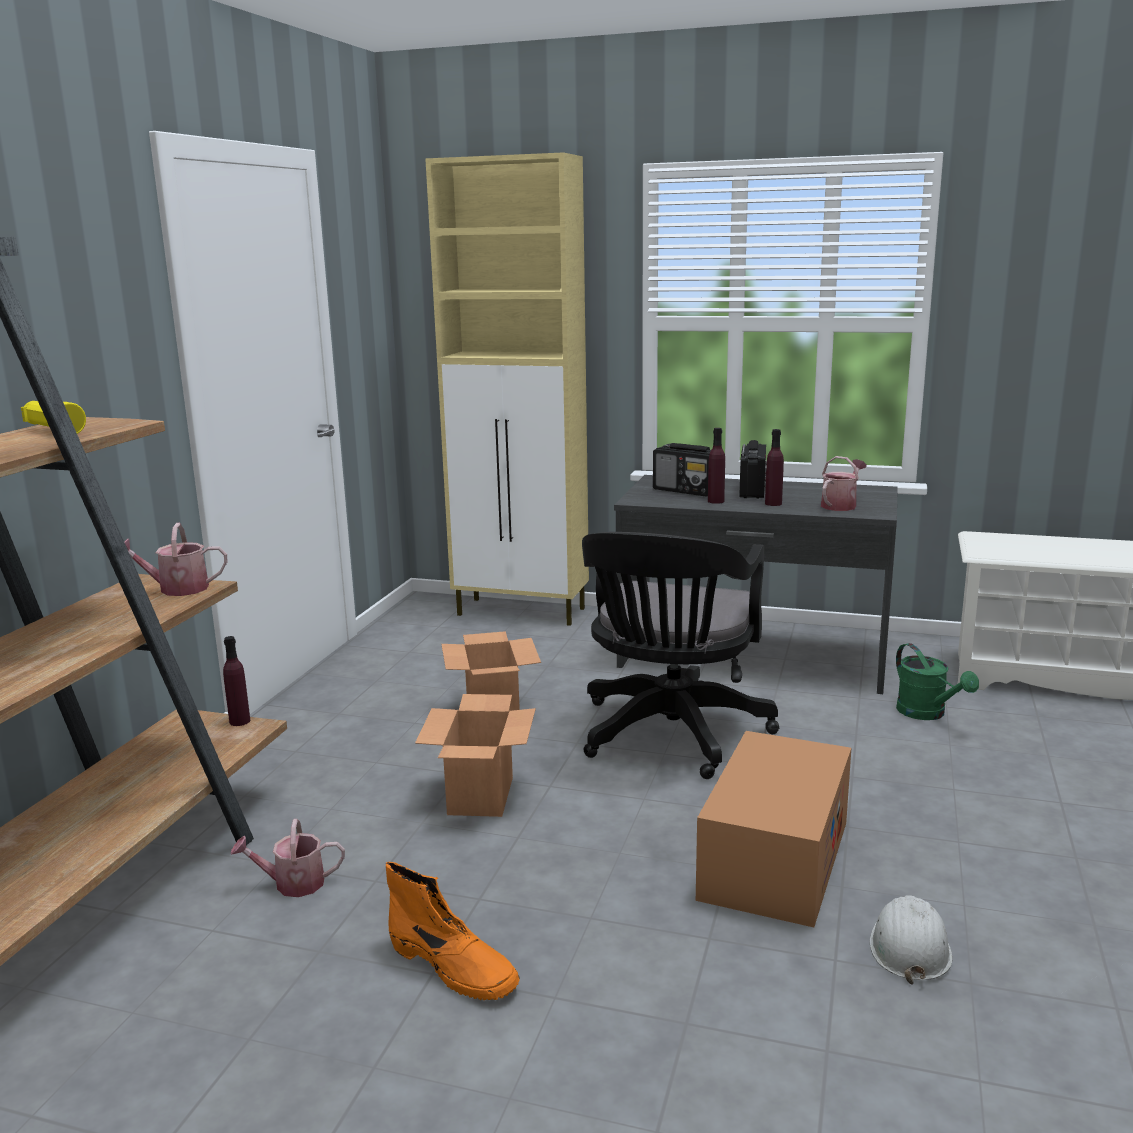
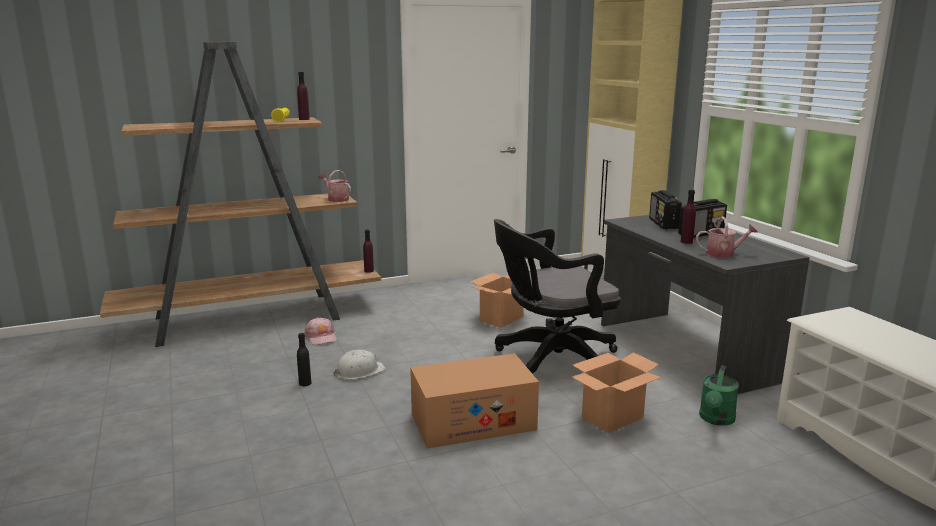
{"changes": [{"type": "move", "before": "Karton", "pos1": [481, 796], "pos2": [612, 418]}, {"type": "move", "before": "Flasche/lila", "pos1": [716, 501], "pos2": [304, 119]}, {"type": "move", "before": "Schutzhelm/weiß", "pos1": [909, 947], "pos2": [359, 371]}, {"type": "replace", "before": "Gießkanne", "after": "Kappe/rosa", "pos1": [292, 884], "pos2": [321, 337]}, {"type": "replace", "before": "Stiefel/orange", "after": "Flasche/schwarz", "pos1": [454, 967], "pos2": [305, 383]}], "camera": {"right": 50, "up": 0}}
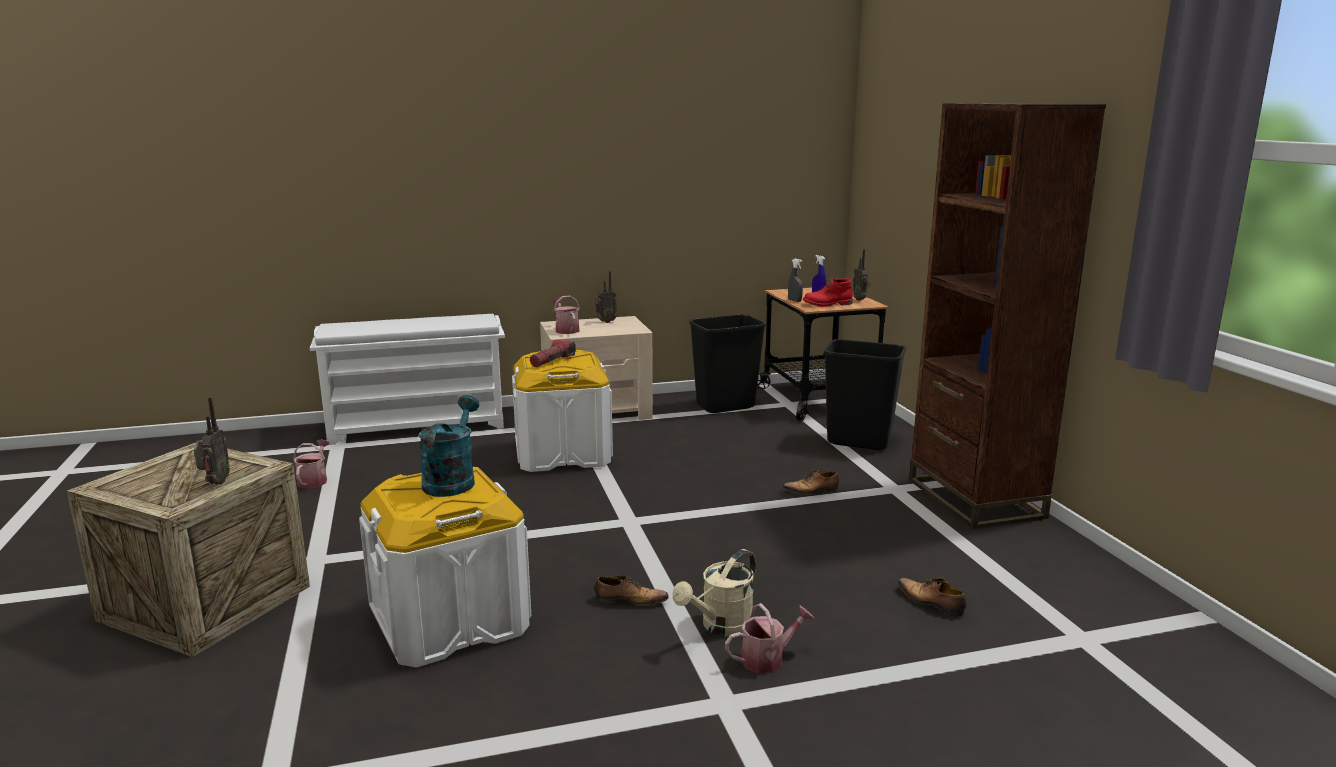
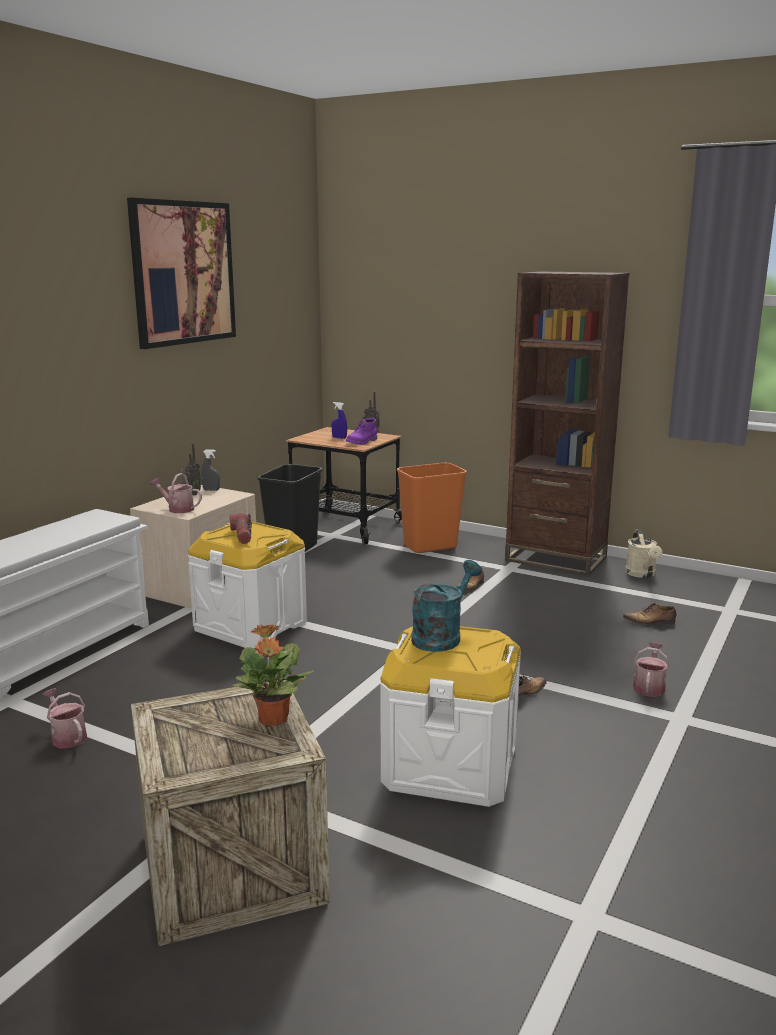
{"changes": [{"type": "insert", "after": "Bild", "pos2": [183, 273]}, {"type": "move", "before": "Gießkanne/beige", "pos1": [721, 626], "pos2": [642, 574]}, {"type": "move", "before": "Sprühflasche/grau", "pos1": [794, 301], "pos2": [211, 490]}, {"type": "replace", "before": "Radio", "after": "Topfpflanze", "pos1": [215, 483], "pos2": [273, 719]}, {"type": "recolor", "before": "Stiefel/rot", "after": "Stiefel/lila", "pos1": [827, 304], "pos2": [362, 442]}, {"type": "recolor", "before": "Mülleimer/schwarz", "after": "Mülleimer/orange", "pos1": [858, 442], "pos2": [430, 547]}, {"type": "rotate", "before": "Gießkanne/türkis", "pos1": [452, 480], "pos2": [441, 636], "turn": 75}], "camera": {"right": -45, "up": 0}}
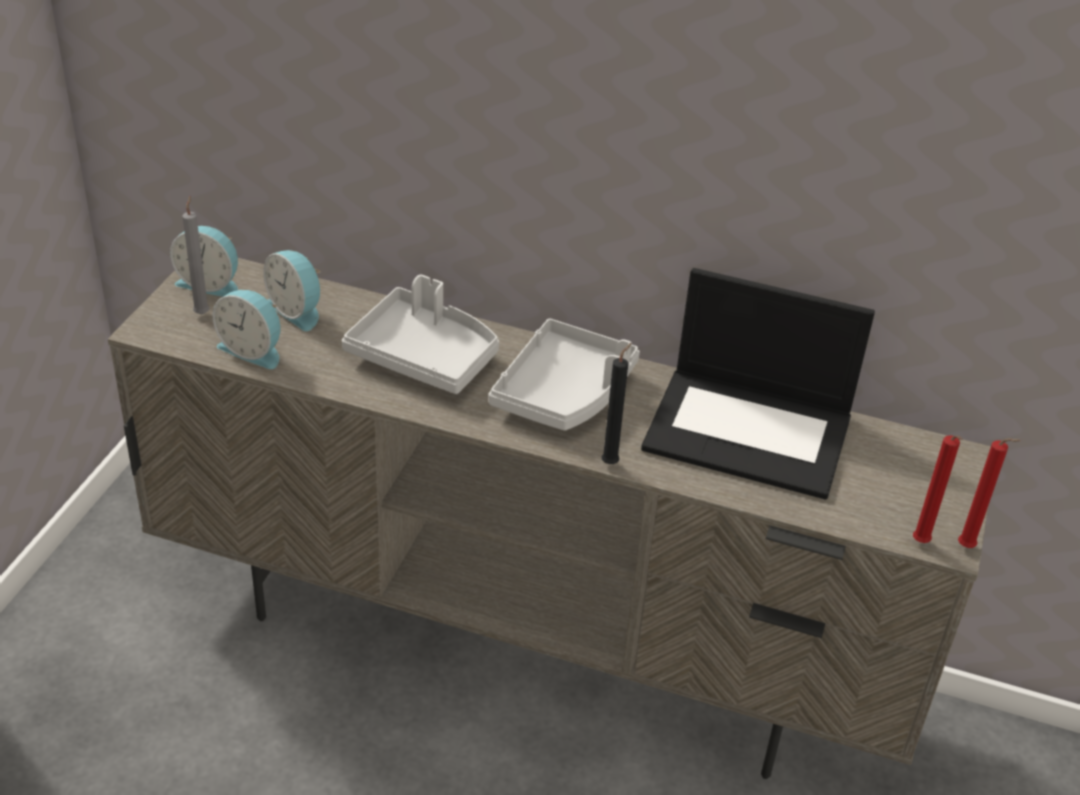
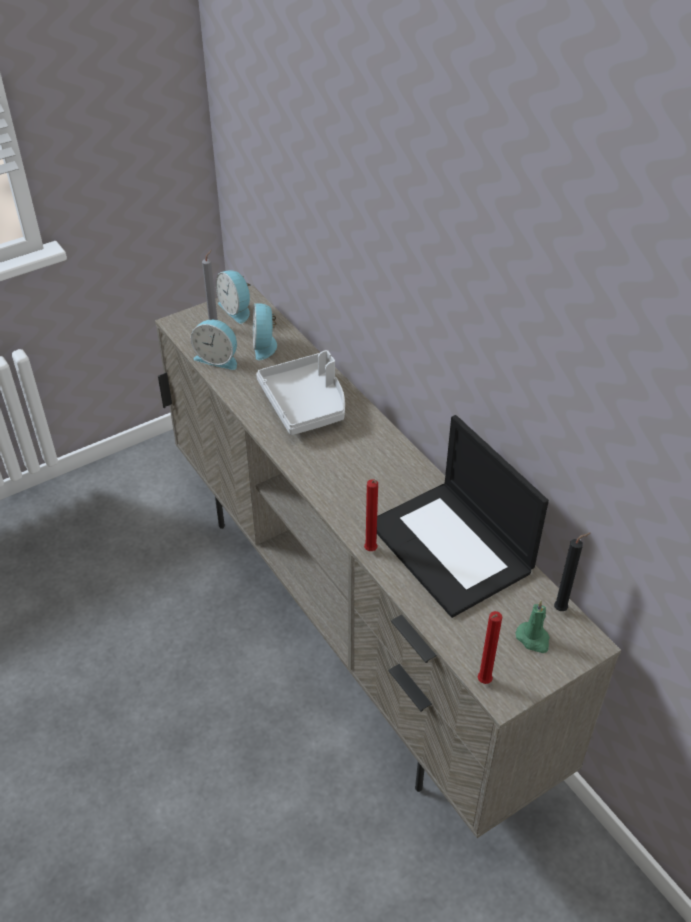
{"changes": [{"type": "delete", "before": "Tablett/grau", "pos1": [564, 392]}, {"type": "insert", "after": "Kerze/grün", "pos2": [533, 639]}, {"type": "move", "before": "Kerze/schwarz", "pos1": [611, 462], "pos2": [562, 609]}, {"type": "move", "before": "Kerze/rot", "pos1": [968, 548], "pos2": [371, 551]}, {"type": "rotate", "before": "Wecker", "pos1": [253, 350], "pos2": [218, 358], "turn": -45}], "camera": {"right": 40, "up": 5}}
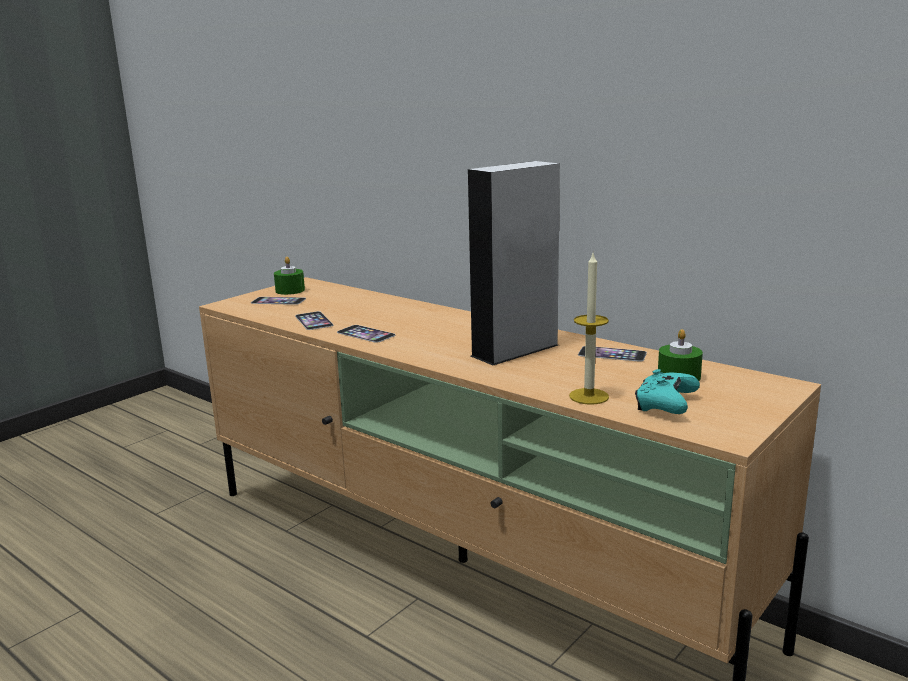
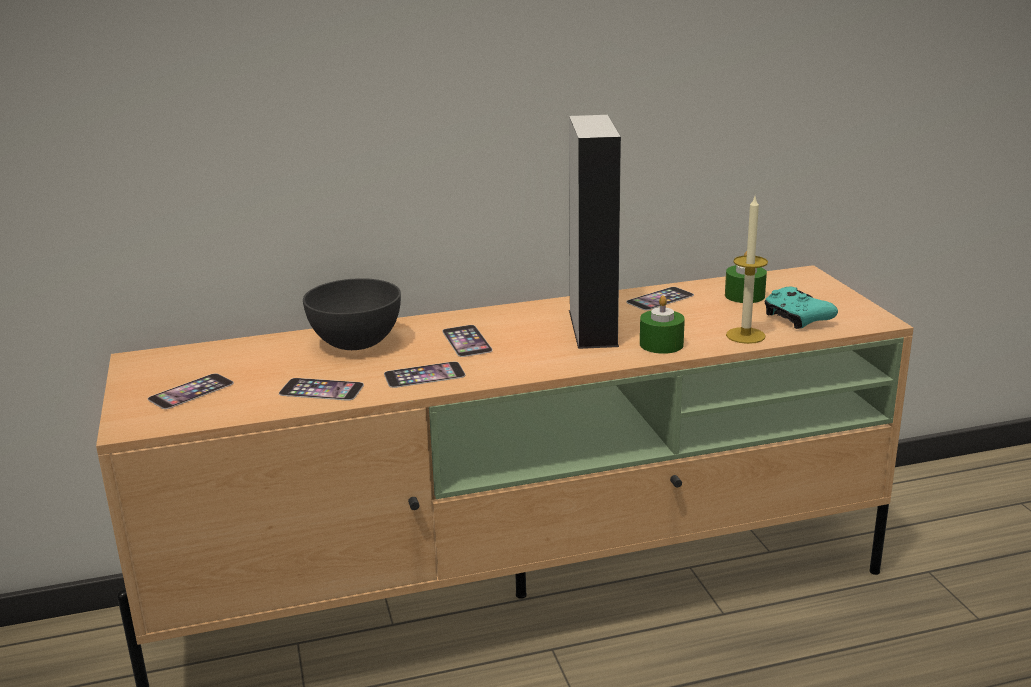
{"changes": [{"type": "insert", "after": "Schüssel/grau", "pos2": [355, 343]}, {"type": "insert", "after": "Handy", "pos2": [466, 341]}, {"type": "move", "before": "Kerze/grün", "pos1": [290, 290], "pos2": [661, 344]}], "camera": {"right": -55, "up": 5}}
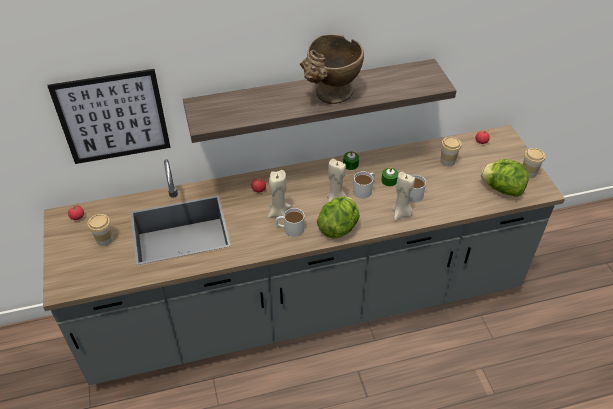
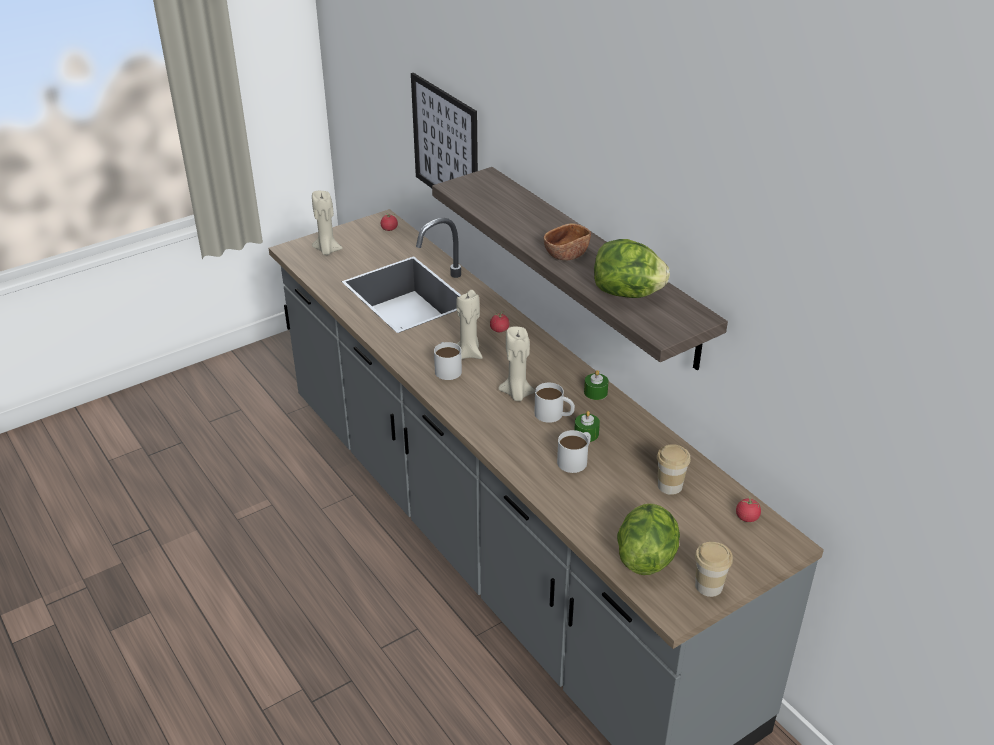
{"changes": [{"type": "delete", "before": "Tasse", "pos1": [104, 239]}, {"type": "move", "before": "Salatkopf", "pos1": [338, 227], "pos2": [627, 294]}, {"type": "move", "before": "Kerze/beige", "pos1": [401, 214], "pos2": [327, 250]}, {"type": "replace", "before": "Vase/beige", "after": "Schüssel/braun", "pos1": [331, 96], "pos2": [566, 254]}], "camera": {"right": 70, "up": -10}}
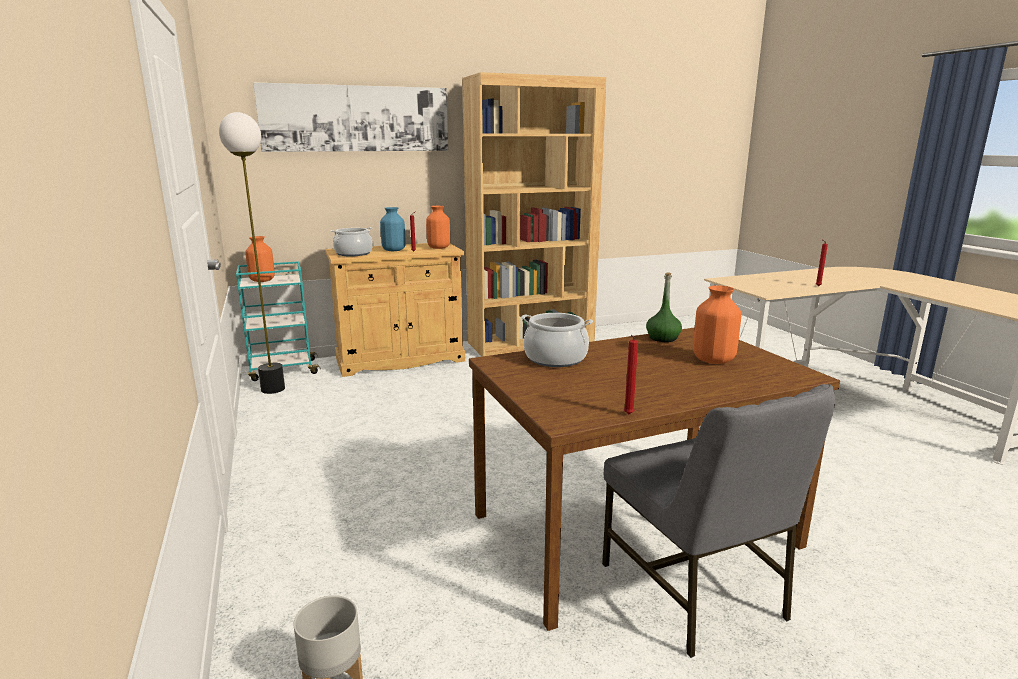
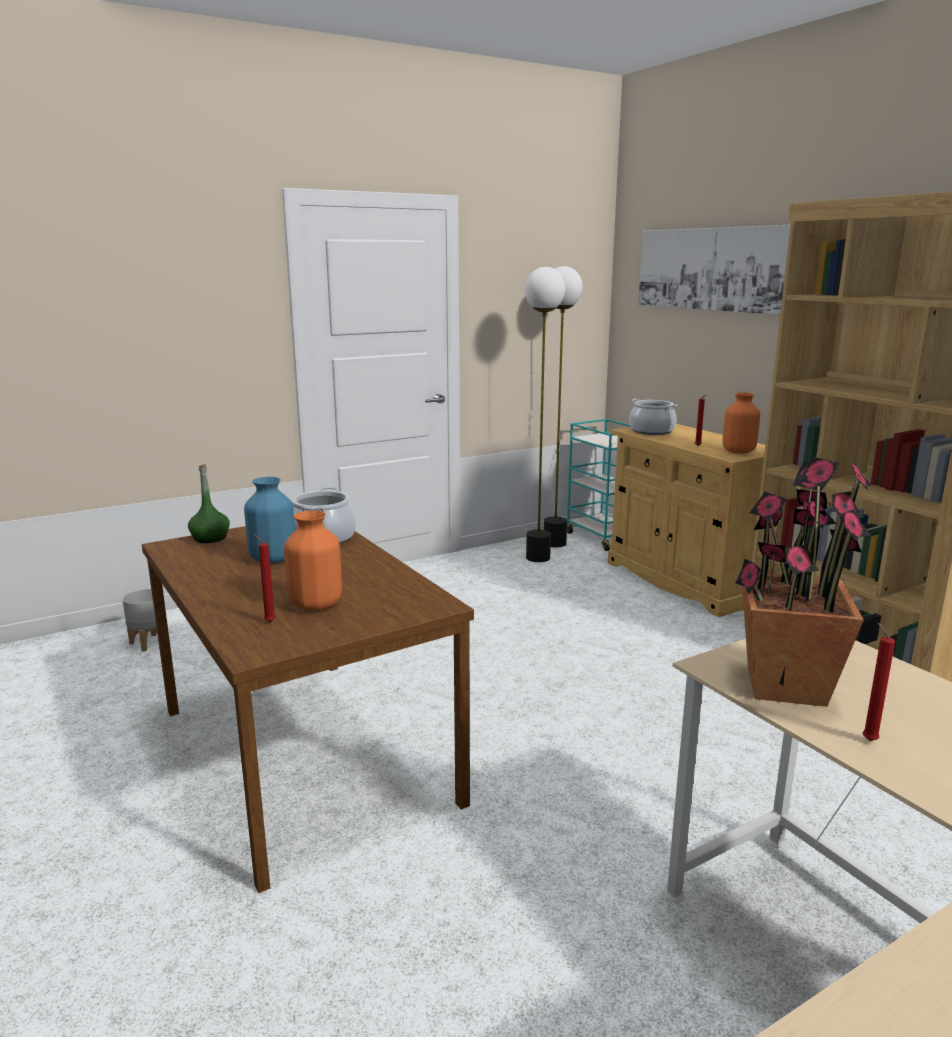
{"changes": [{"type": "delete", "before": "Vase/orange", "pos1": [262, 280]}, {"type": "delete", "before": "Stuhl/grau", "pos1": [694, 591]}, {"type": "insert", "after": "Stehlampe", "pos2": [537, 557]}, {"type": "insert", "after": "Topfpflanze", "pos2": [784, 685]}, {"type": "move", "before": "Vase/blau", "pos1": [394, 250], "pos2": [273, 559]}, {"type": "move", "before": "Kerze/rot", "pos1": [628, 415], "pos2": [268, 622]}, {"type": "move", "before": "Flasche/grün", "pos1": [663, 338], "pos2": [210, 538]}], "camera": {"right": 80, "up": 0}}
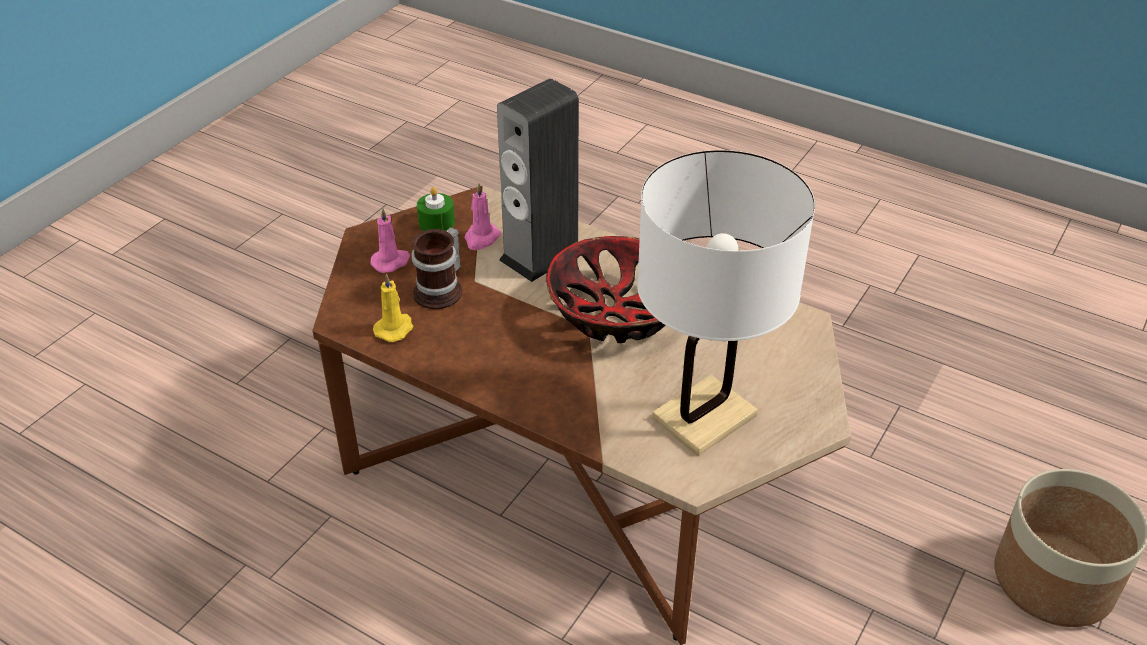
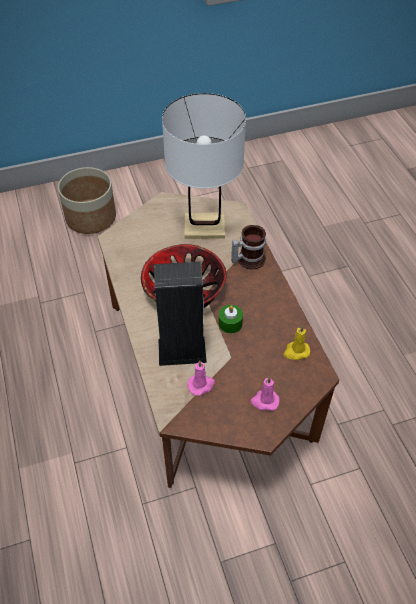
{"changes": [{"type": "move", "before": "Henkelbecher", "pos1": [442, 291], "pos2": [248, 259]}, {"type": "move", "before": "Kerze/grün", "pos1": [436, 223], "pos2": [230, 323]}], "camera": {"right": -140, "up": 10}}
